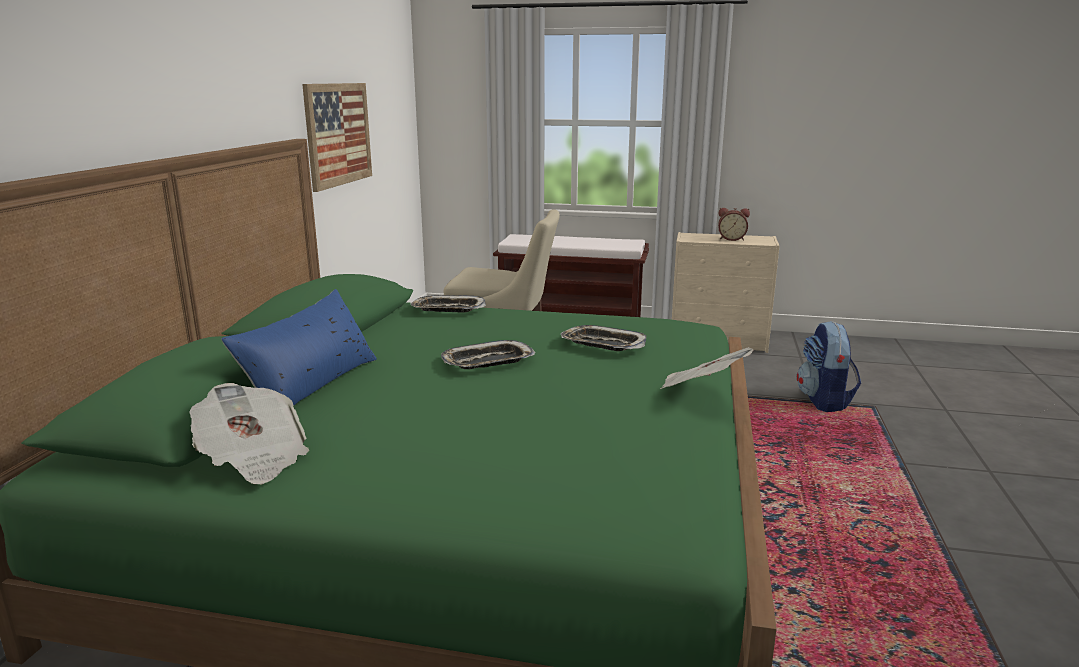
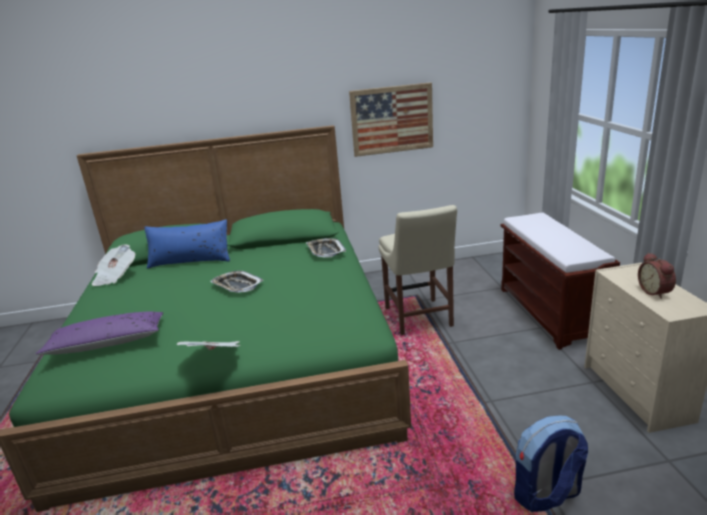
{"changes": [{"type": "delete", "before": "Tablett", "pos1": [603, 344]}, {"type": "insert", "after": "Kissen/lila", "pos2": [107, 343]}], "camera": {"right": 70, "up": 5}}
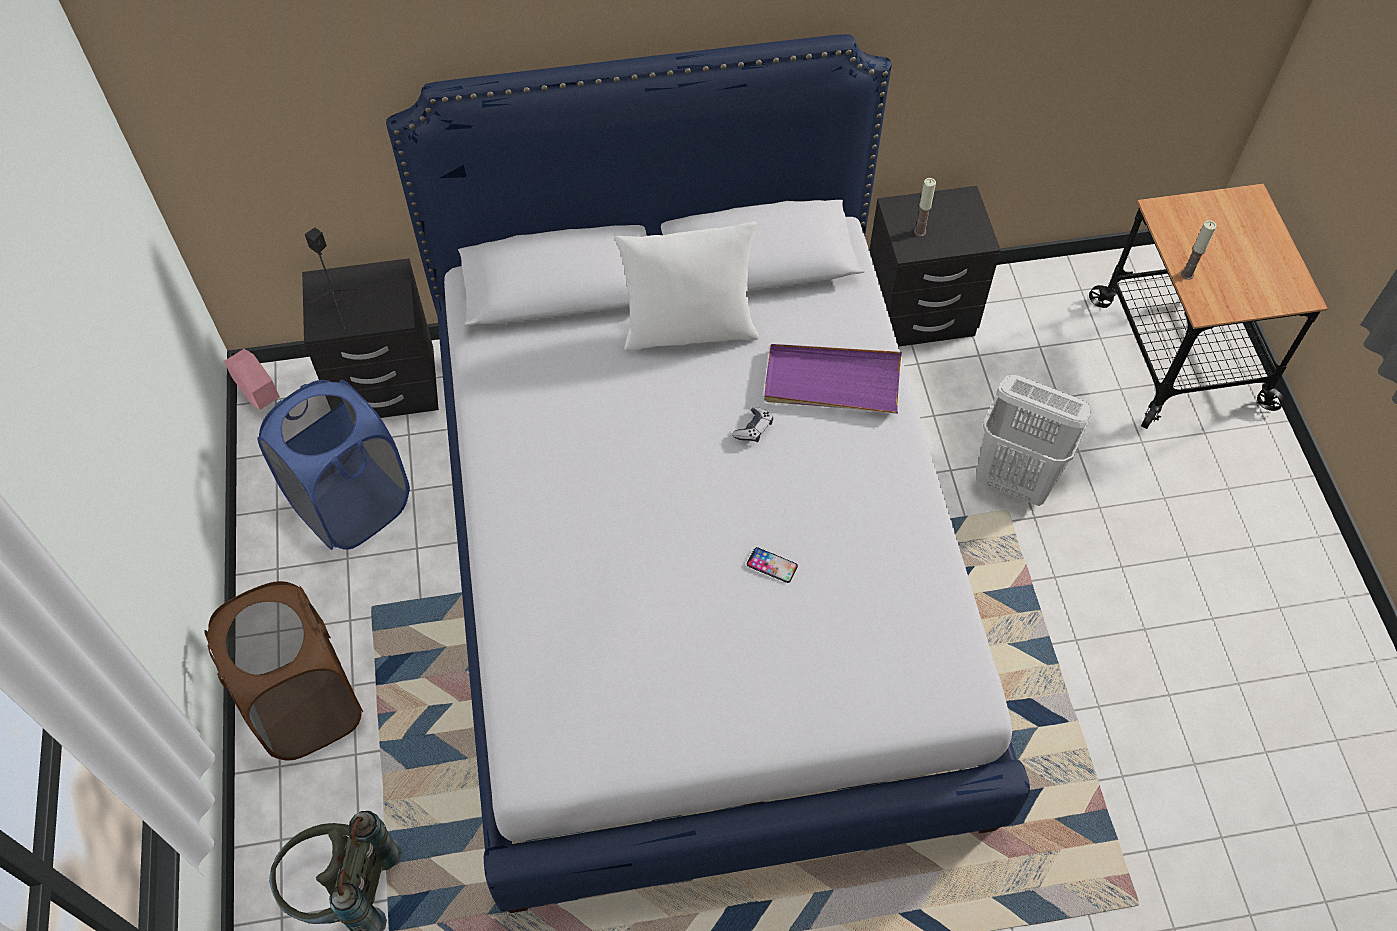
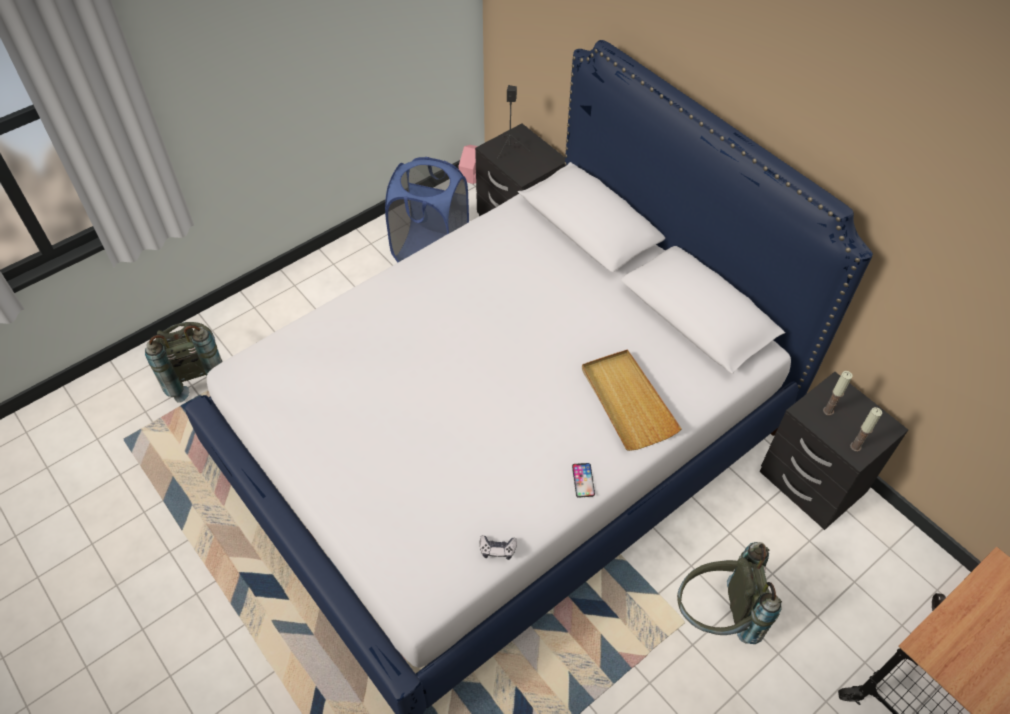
{"changes": [{"type": "delete", "before": "Wäschekorb/braun", "pos1": [306, 704]}, {"type": "delete", "before": "Kissen/weiß", "pos1": [689, 329]}, {"type": "move", "before": "Gamepad", "pos1": [753, 429], "pos2": [497, 549]}, {"type": "move", "before": "Handy", "pos1": [772, 565], "pos2": [583, 480]}, {"type": "move", "before": "Kerze", "pos1": [1187, 274], "pos2": [855, 446]}, {"type": "replace", "before": "Wäschekorb/weiß", "after": "Rucksack/grau", "pos1": [1015, 480], "pos2": [716, 616]}, {"type": "recolor", "before": "Tablett/lila", "after": "Tablett/beige", "pos1": [832, 382], "pos2": [627, 401]}], "camera": {"right": 60, "up": -5}}
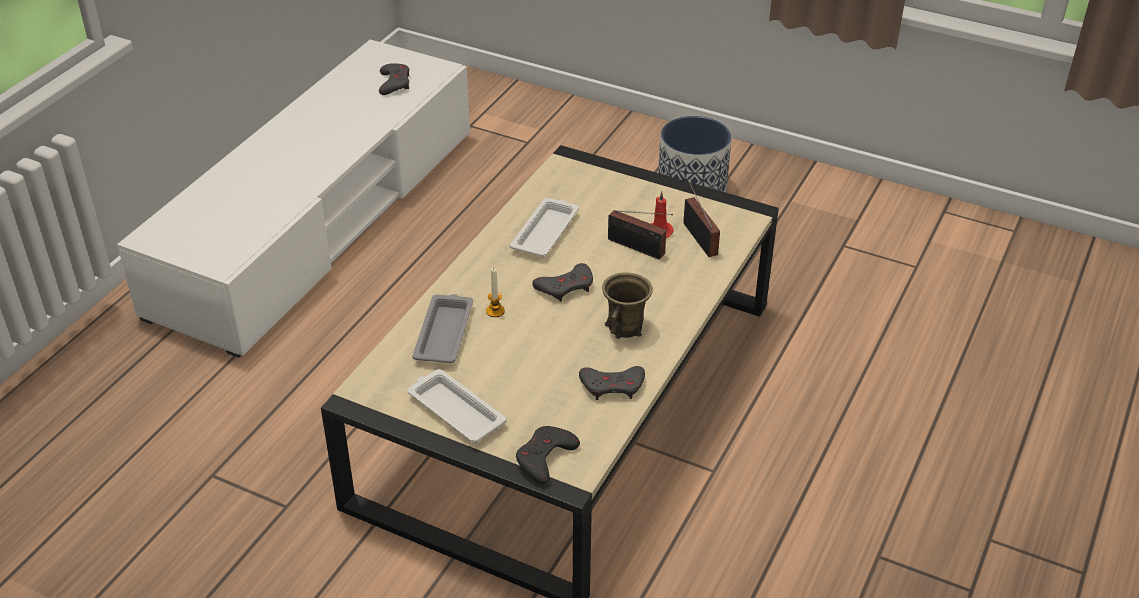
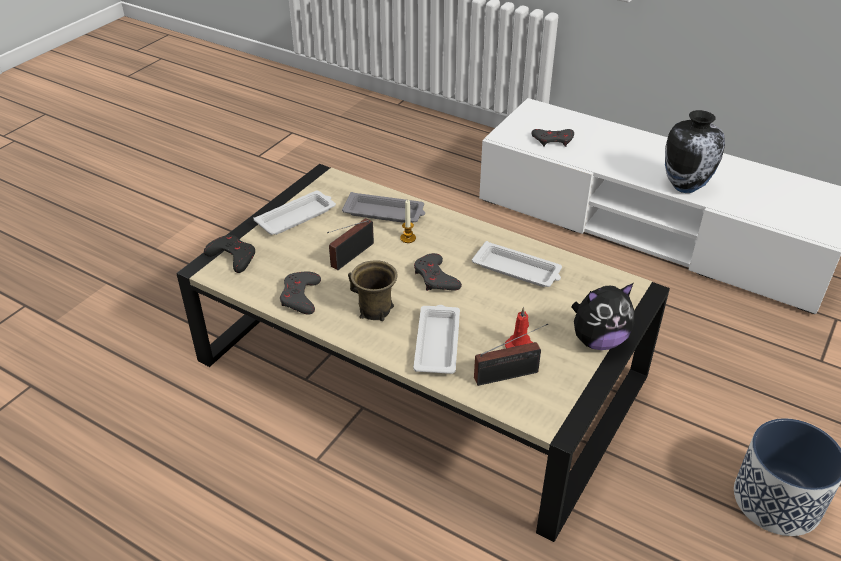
{"changes": [{"type": "insert", "after": "Tablett/weiß", "pos2": [437, 342]}, {"type": "insert", "after": "Plüschtier", "pos2": [598, 340]}, {"type": "insert", "after": "Vase", "pos2": [685, 187]}, {"type": "move", "before": "Gamepad/grau", "pos1": [394, 83], "pos2": [553, 140]}, {"type": "move", "before": "Radio", "pos1": [638, 248], "pos2": [349, 256]}], "camera": {"right": 95, "up": 0}}
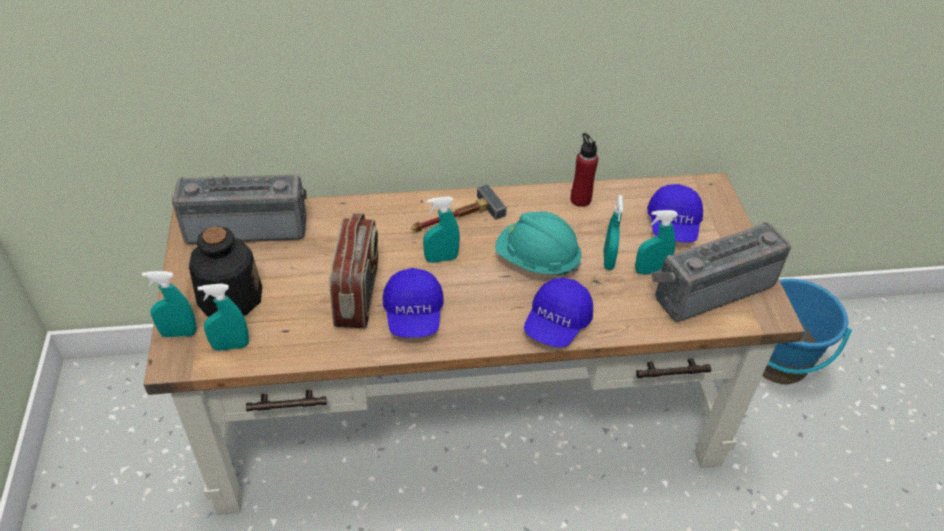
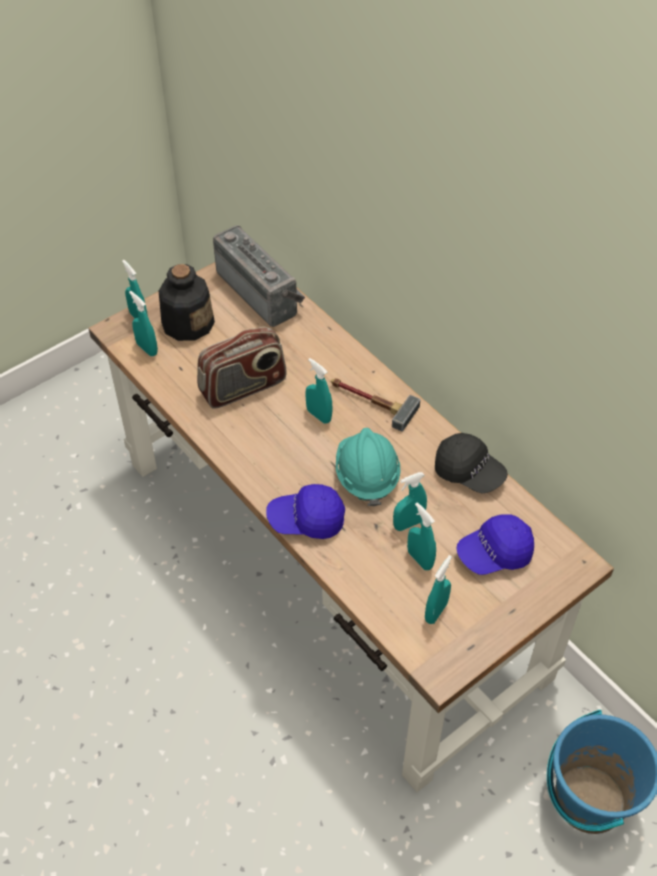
{"changes": [{"type": "delete", "before": "Kappe/blau", "pos1": [413, 315]}, {"type": "replace", "before": "Flasche/rot", "after": "Kappe/schwarz", "pos1": [580, 199], "pos2": [469, 472]}, {"type": "replace", "before": "Radio", "after": "Sprühflasche/türkis", "pos1": [710, 287], "pos2": [436, 612]}], "camera": {"right": 60, "up": 5}}
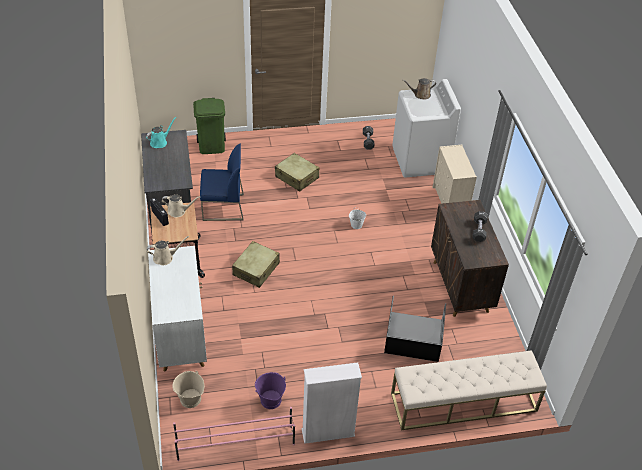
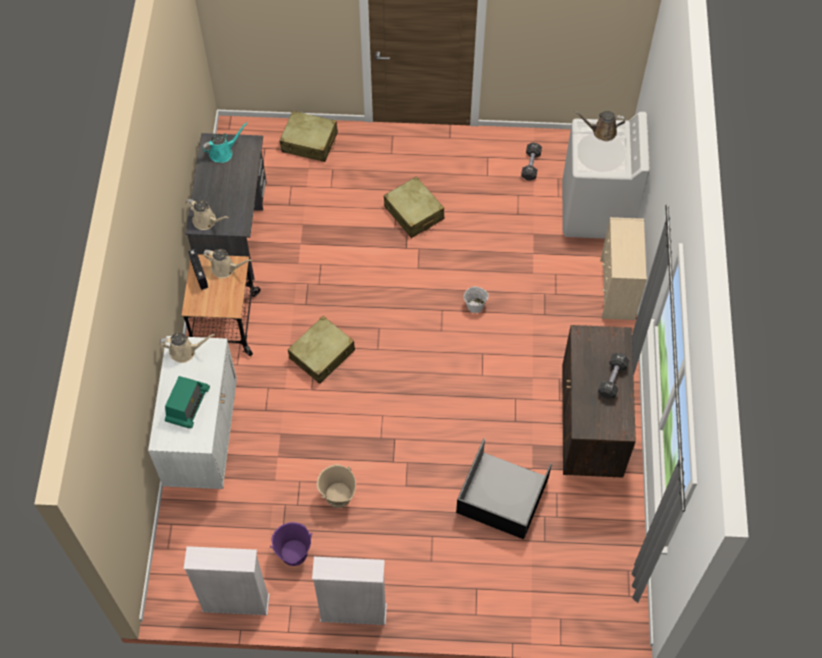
{"changes": [{"type": "delete", "before": "Stuhl/blau", "pos1": [223, 207]}, {"type": "delete", "before": "Bank/beige", "pos1": [463, 402]}, {"type": "insert", "after": "Radio", "pos2": [187, 405]}, {"type": "insert", "after": "Gießkanne/beige", "pos2": [206, 221]}, {"type": "move", "before": "Eimer/beige", "pos1": [190, 399], "pos2": [338, 495]}, {"type": "replace", "before": "Schuhregal/rosa", "after": "Bücherregal/weiß", "pos1": [234, 443], "pos2": [236, 603]}, {"type": "replace", "before": "Mülleimer/grün", "after": "Koffer/beige", "pos1": [212, 147], "pos2": [309, 142]}], "camera": {"right": 15, "up": 15}}
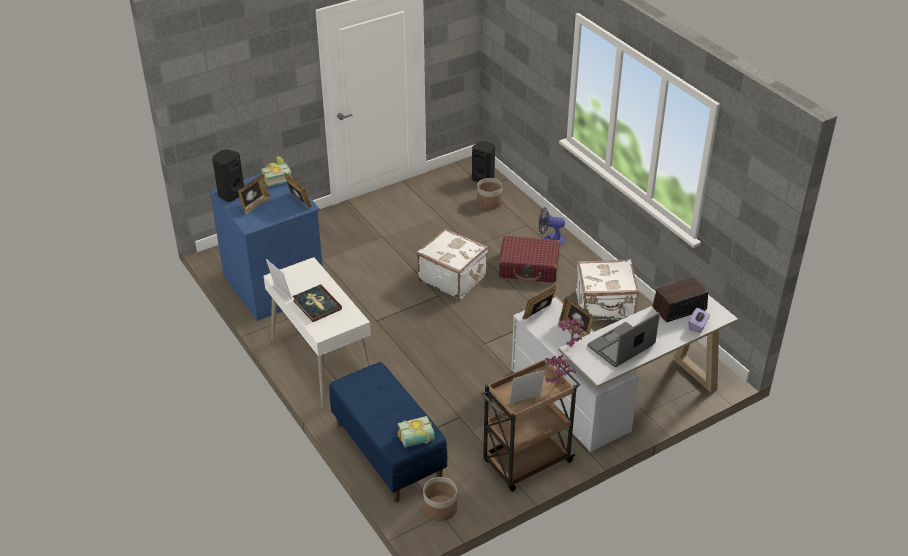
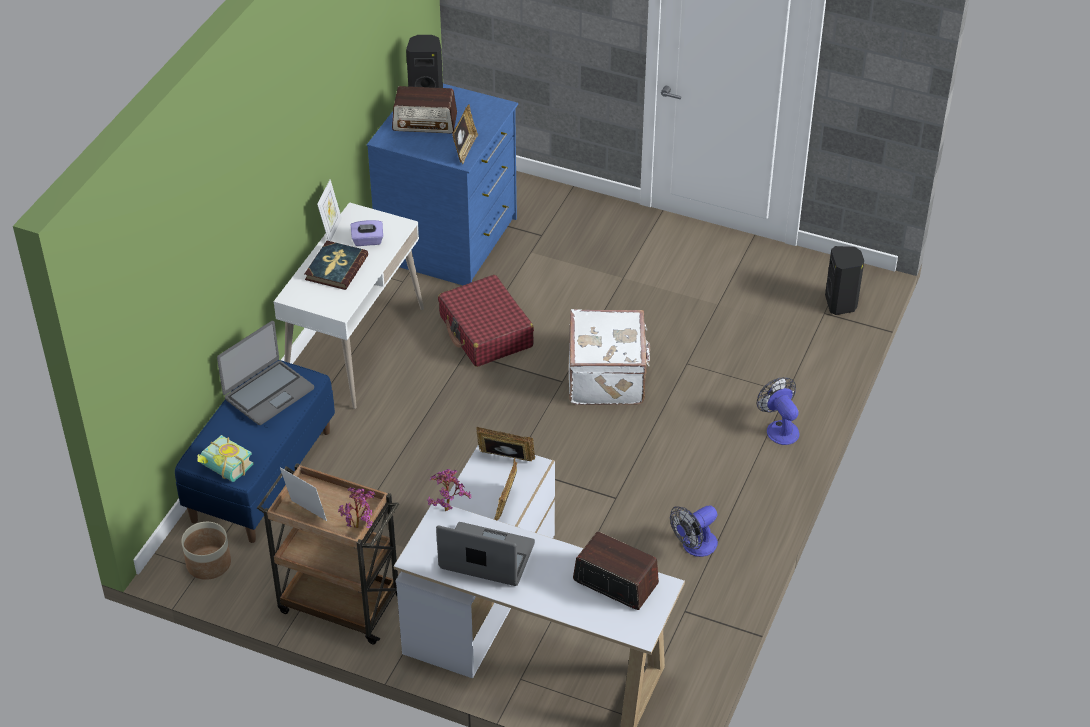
{"changes": [{"type": "delete", "before": "Buch", "pos1": [276, 178]}, {"type": "delete", "before": "Pflanzkübel", "pos1": [489, 202]}, {"type": "insert", "after": "Laptop", "pos2": [268, 393]}, {"type": "move", "before": "Koffer/rot", "pos1": [529, 267], "pos2": [486, 332]}, {"type": "move", "before": "Taschentuchbox/lila", "pos1": [698, 326], "pos2": [367, 241]}, {"type": "replace", "before": "Bilderrahmen", "after": "Radio", "pos1": [255, 205], "pos2": [425, 122]}, {"type": "replace", "before": "Koffer/weiß", "after": "Ventilator", "pos1": [605, 306], "pos2": [694, 546]}], "camera": {"right": 55, "up": 5}}
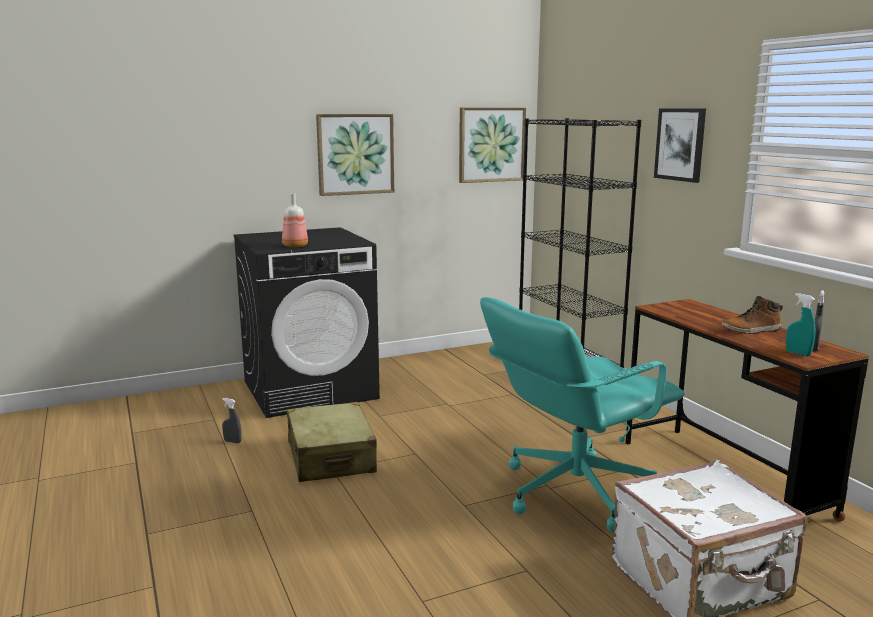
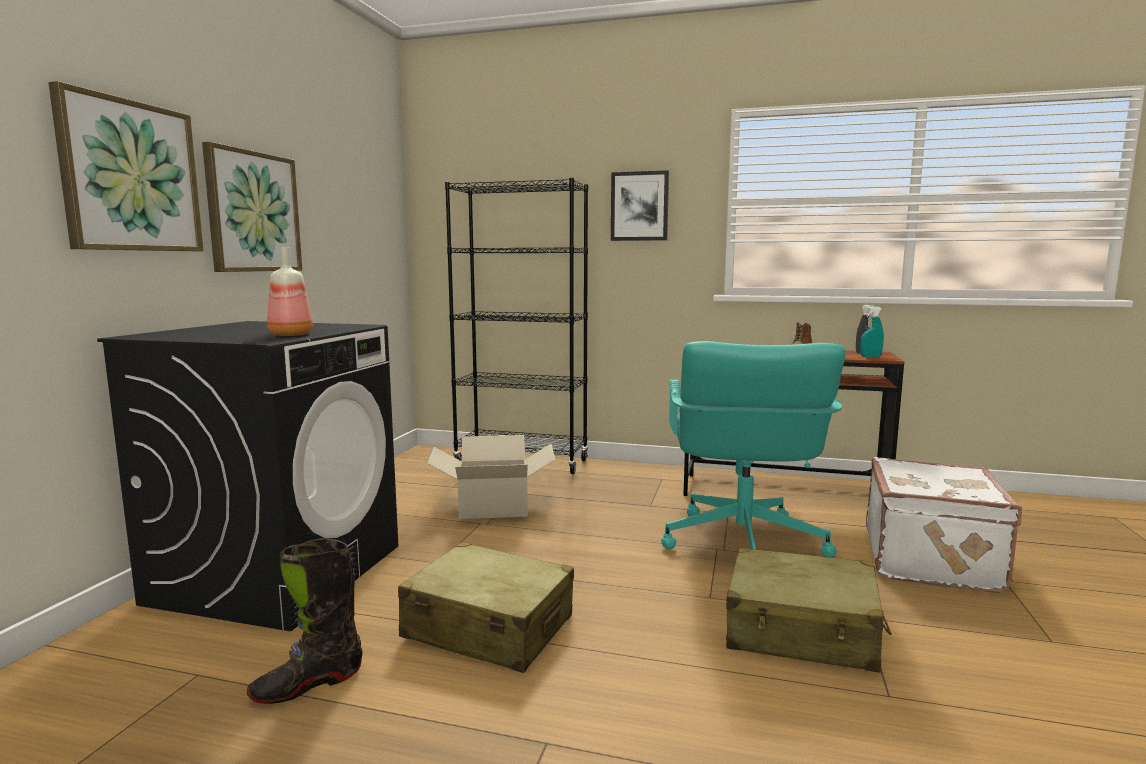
{"changes": [{"type": "insert", "after": "Karton", "pos2": [493, 506]}, {"type": "insert", "after": "Koffer/beige", "pos2": [801, 631]}, {"type": "move", "before": "Bild", "pos1": [491, 144], "pos2": [130, 176]}, {"type": "replace", "before": "Sprühflasche/grau", "after": "Stiefel/schwarz", "pos1": [232, 442], "pos2": [308, 684]}], "camera": {"right": -50, "up": -5}}
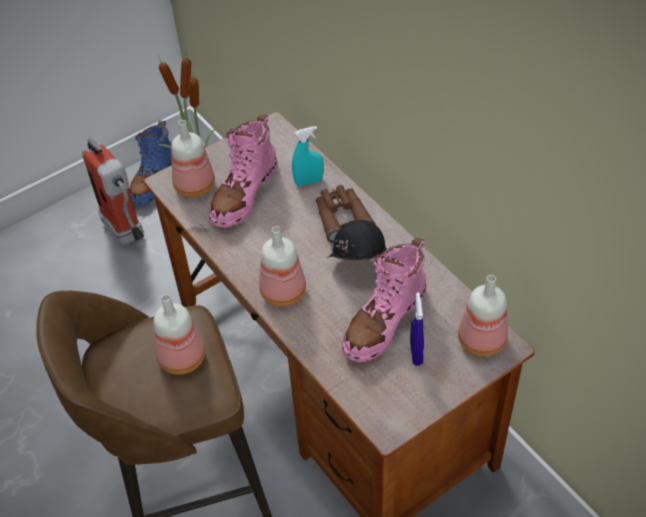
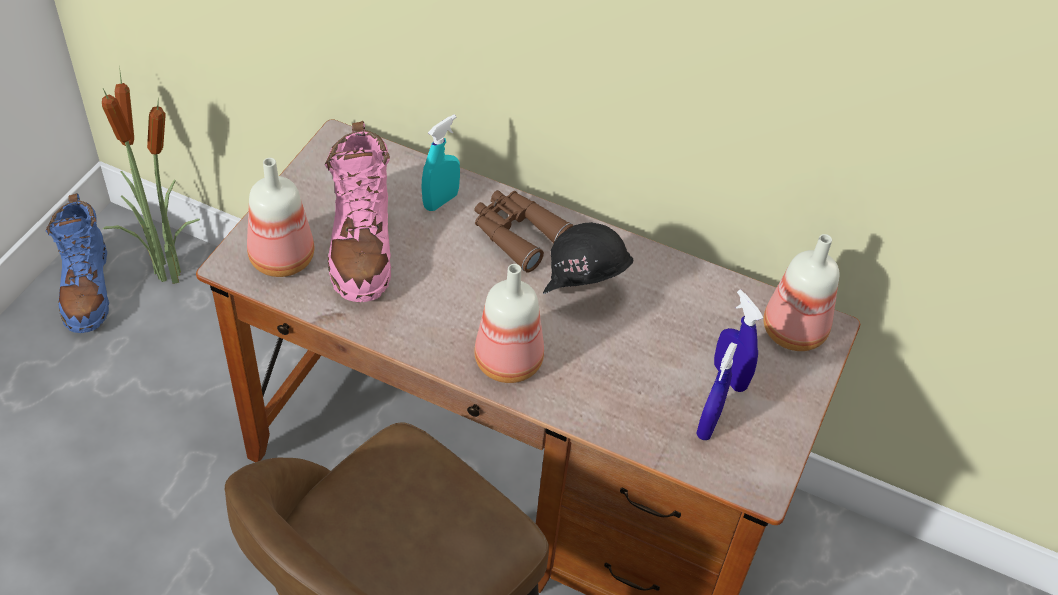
{"changes": [{"type": "delete", "before": "Feuerlöscher", "pos1": [128, 235]}, {"type": "delete", "before": "Flasche", "pos1": [184, 359]}, {"type": "delete", "before": "Stiefel/rosa", "pos1": [384, 321]}, {"type": "insert", "after": "Sprühflasche/blau", "pos2": [708, 424]}], "camera": {"right": -35, "up": 0}}
